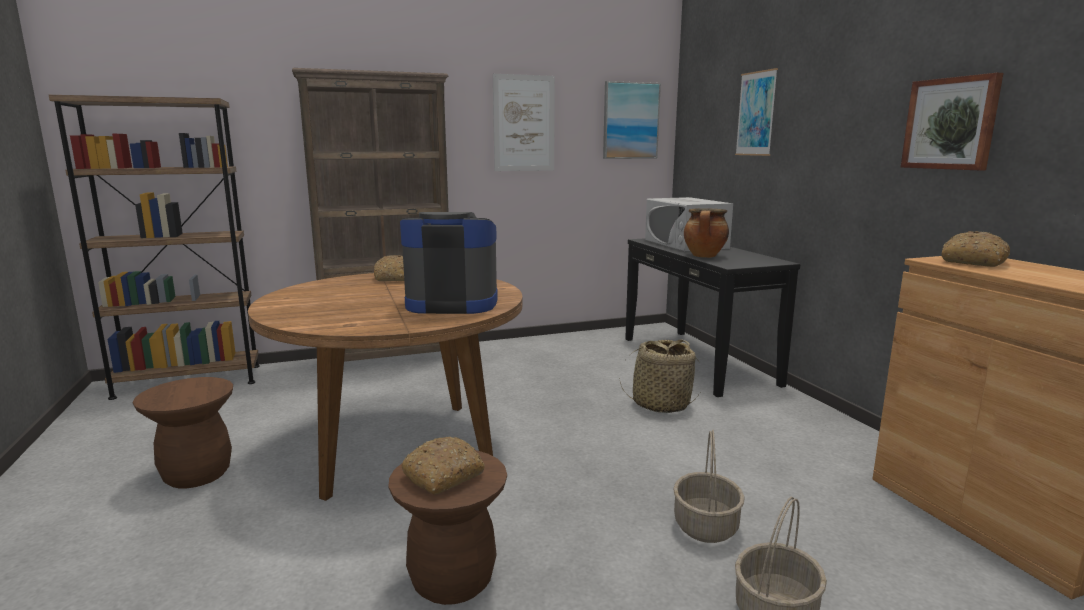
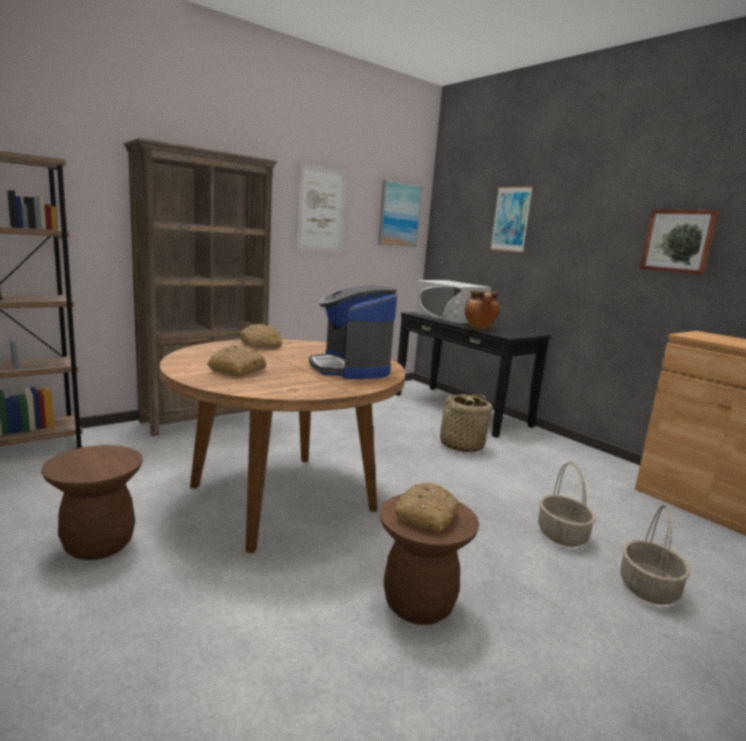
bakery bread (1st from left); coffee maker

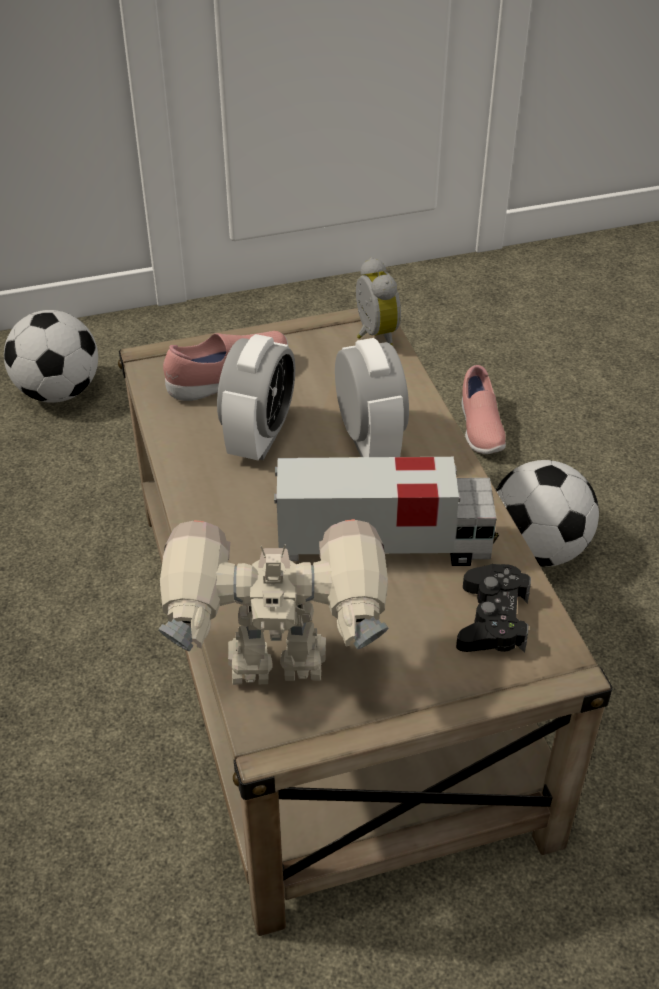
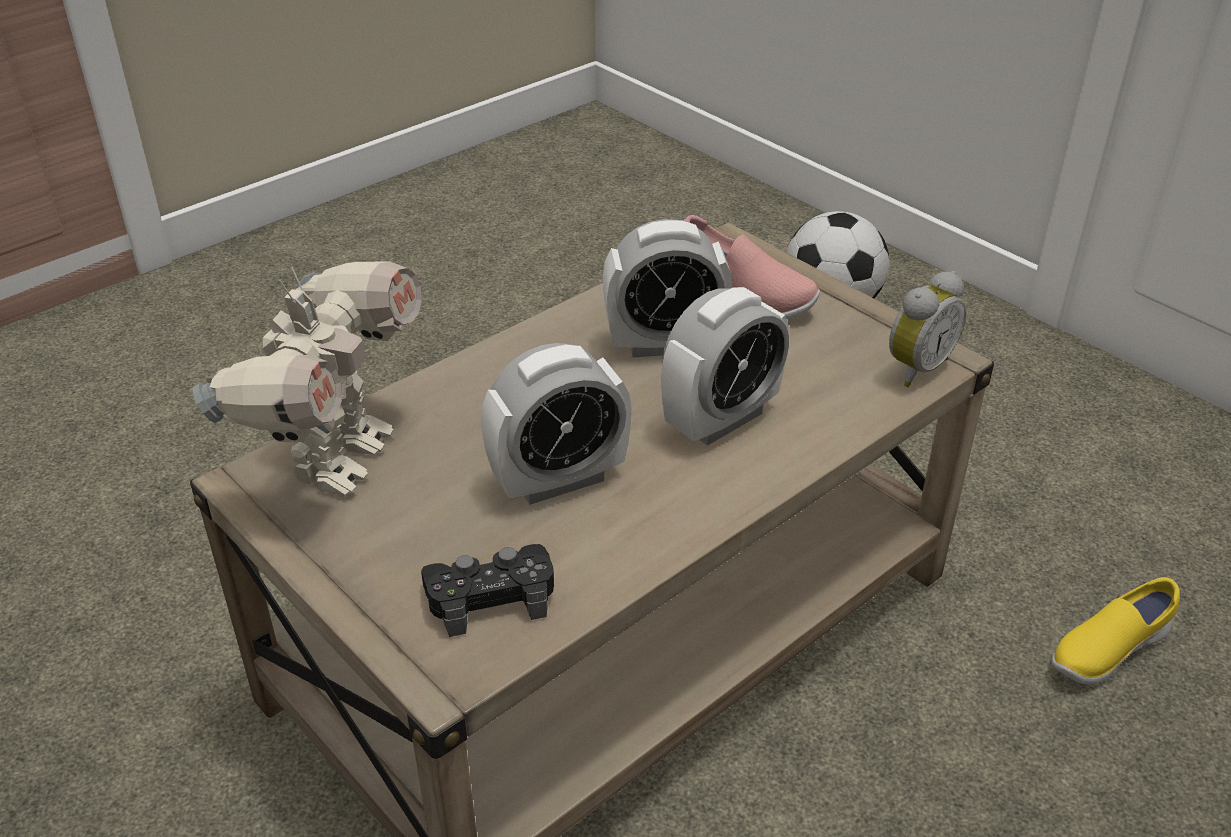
toy robot; table clock (1st from left); yellowish shoe; football ball (2nd from left in the first image)

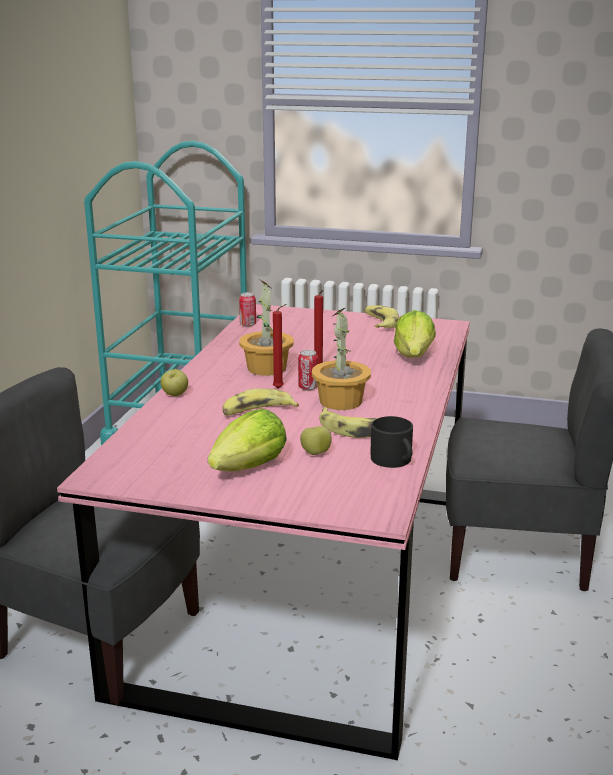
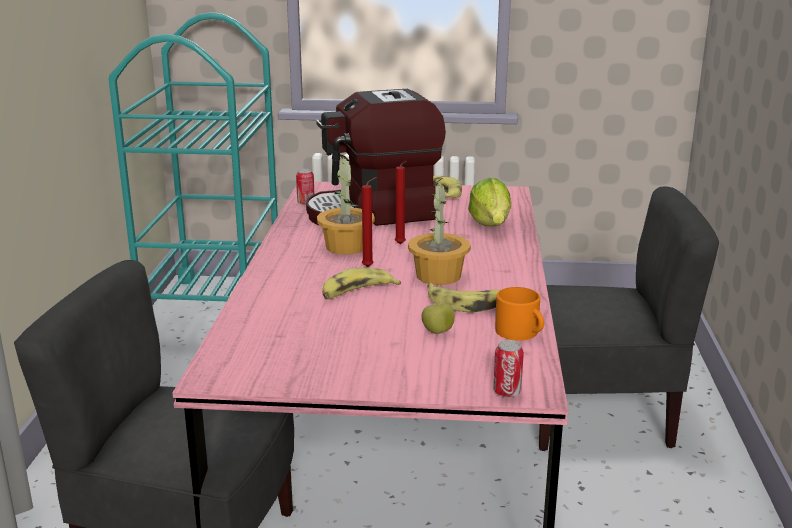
coffee maker; metal can (2nd from left); orange-coloured tea mug; whole apple (1st from left in the first image); head of lettuce (1st from left in the first image)

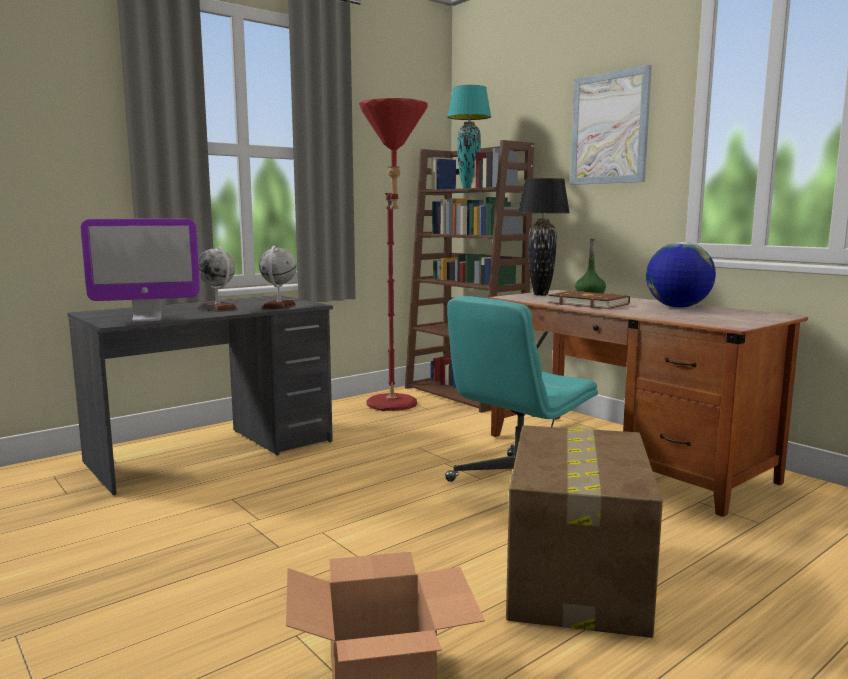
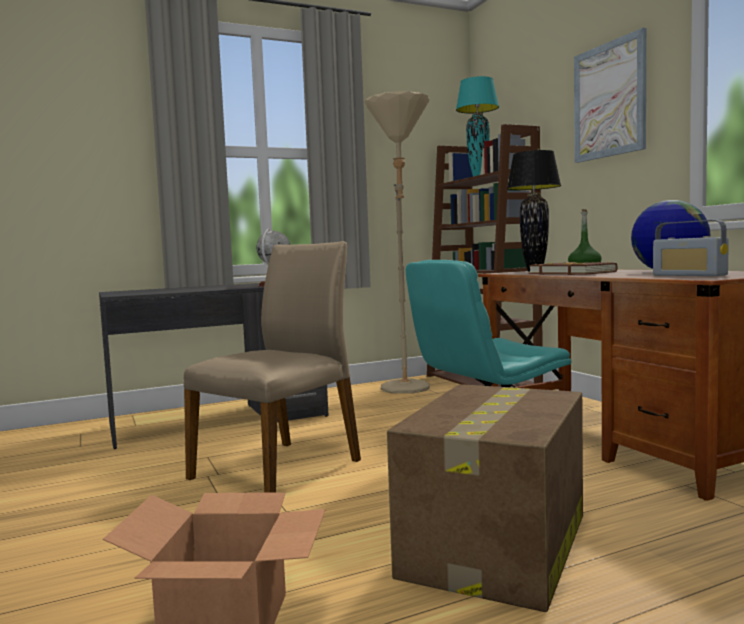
beige-coloured chair; beige-coloured standard lamp; radio set; computer display; world globe (1st from left in the first image)

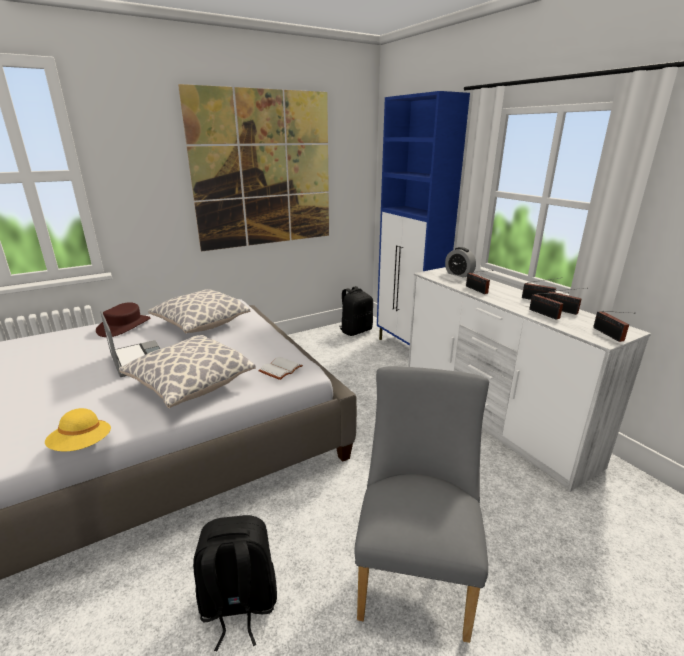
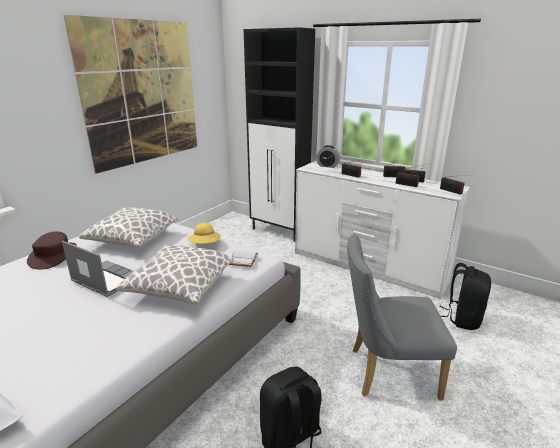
yellowish wearable hat; blackish cupboard; gray chair; blackish backpack (2nd from left)

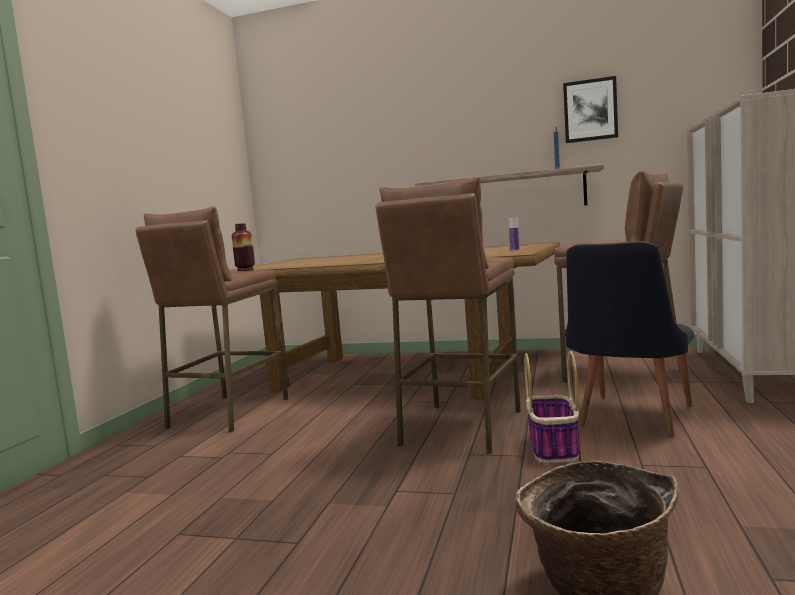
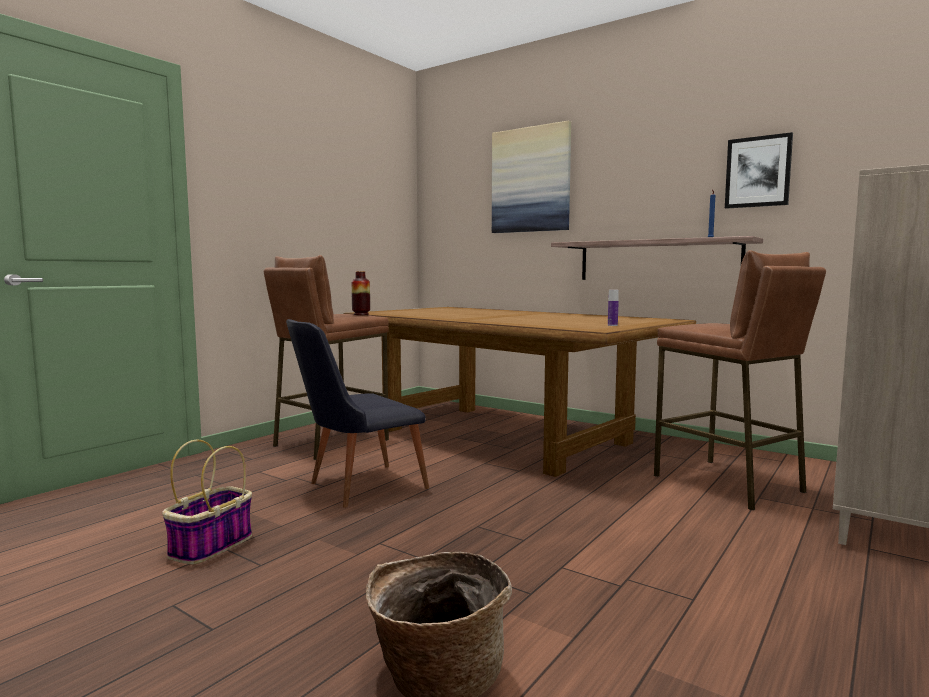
basket (1st from left); blackish chair; picture (1st from left); brownish sitting stool (2nd from left in the first image)

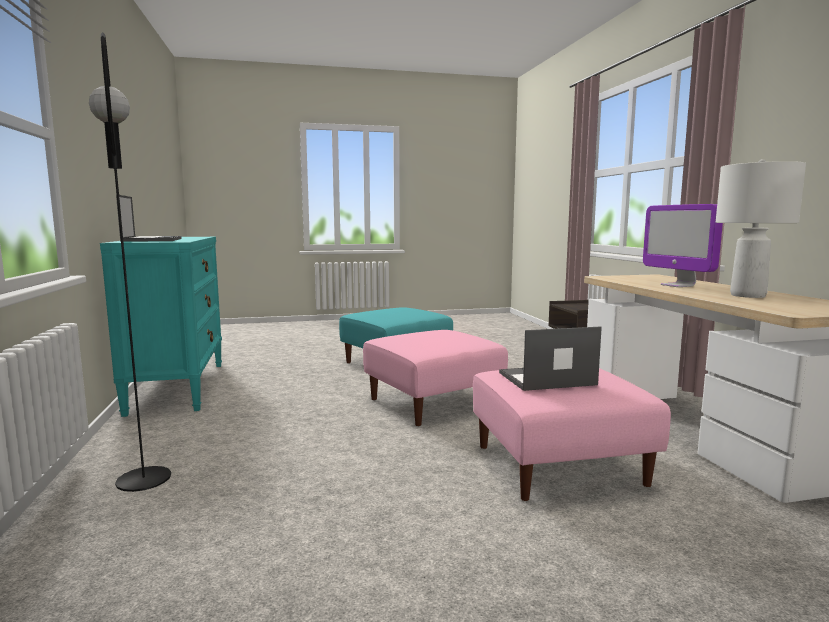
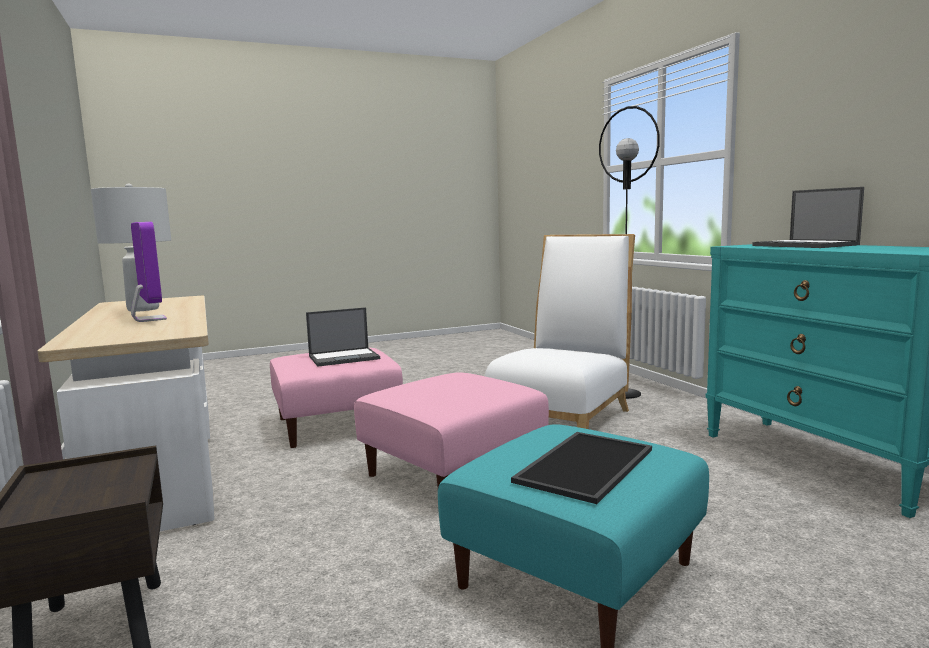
white chair; carrying tray

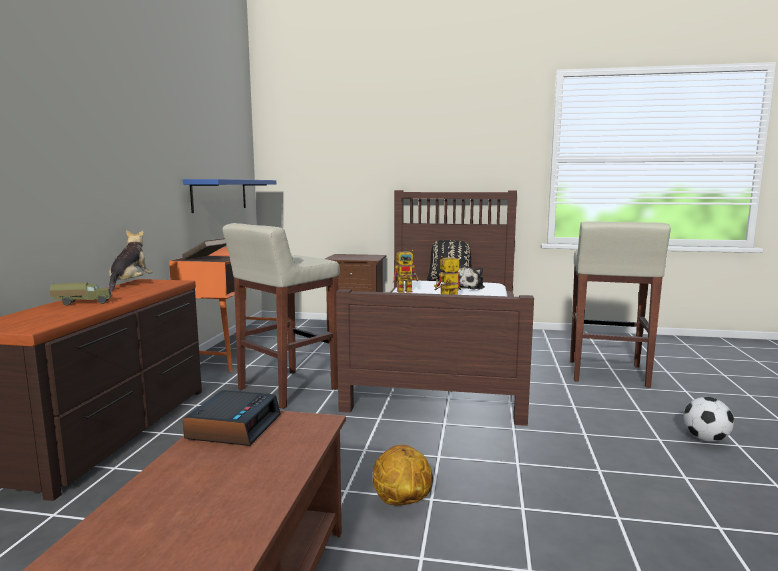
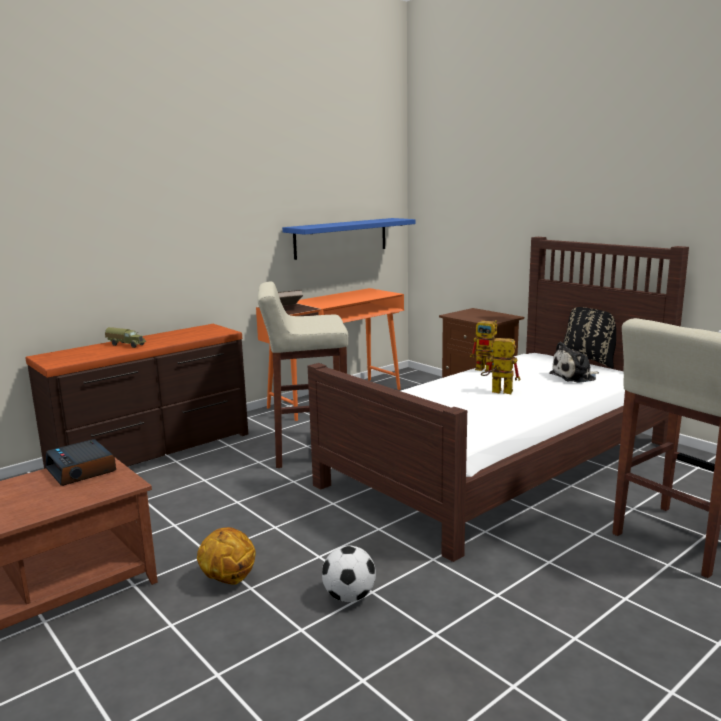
table clock; football ball; cuddly toy (1st from left in the first image)

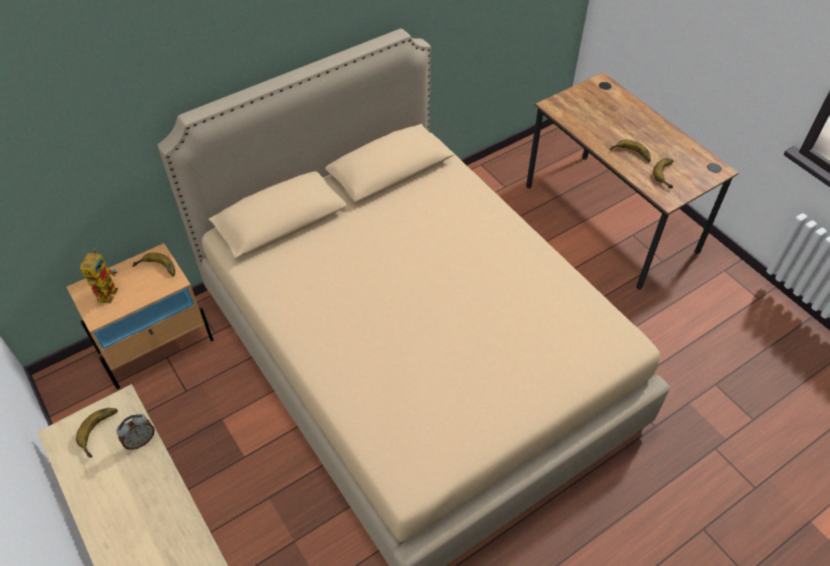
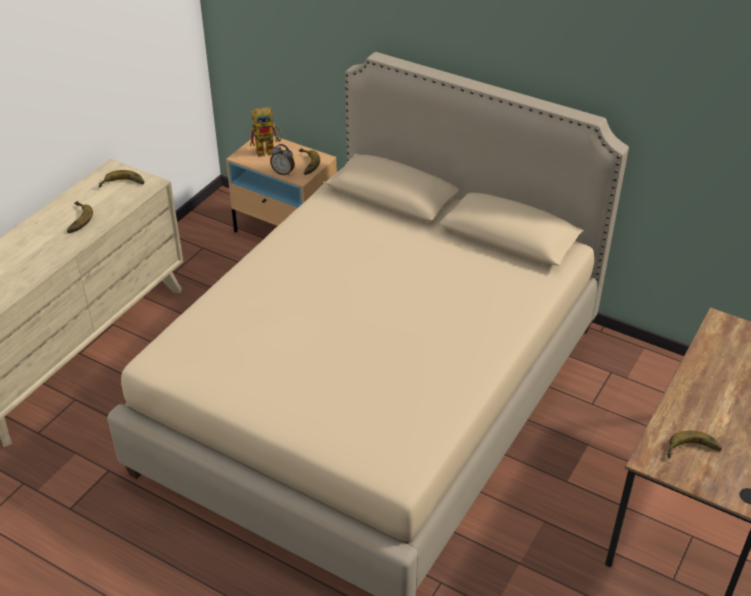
whole banana (1st from left); table clock

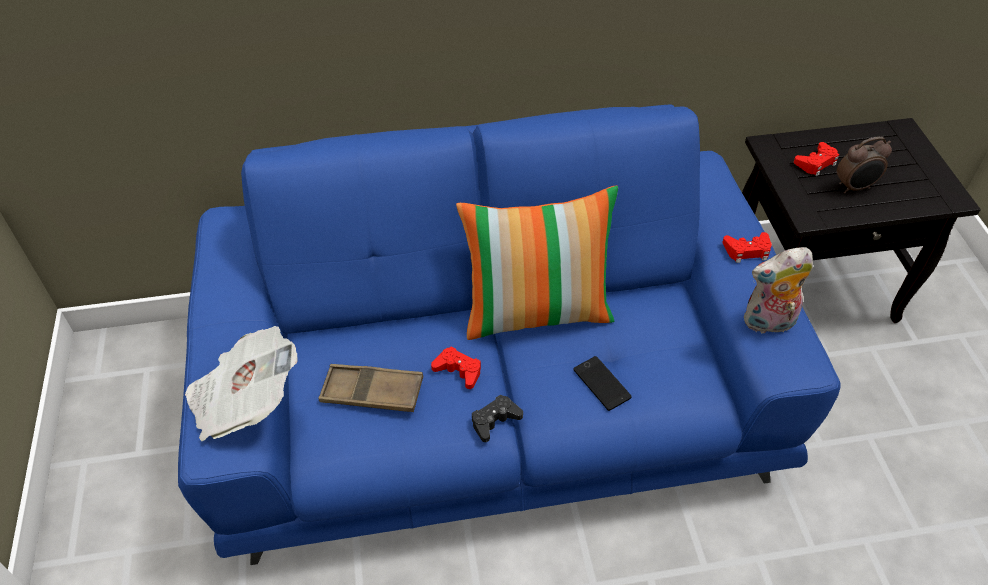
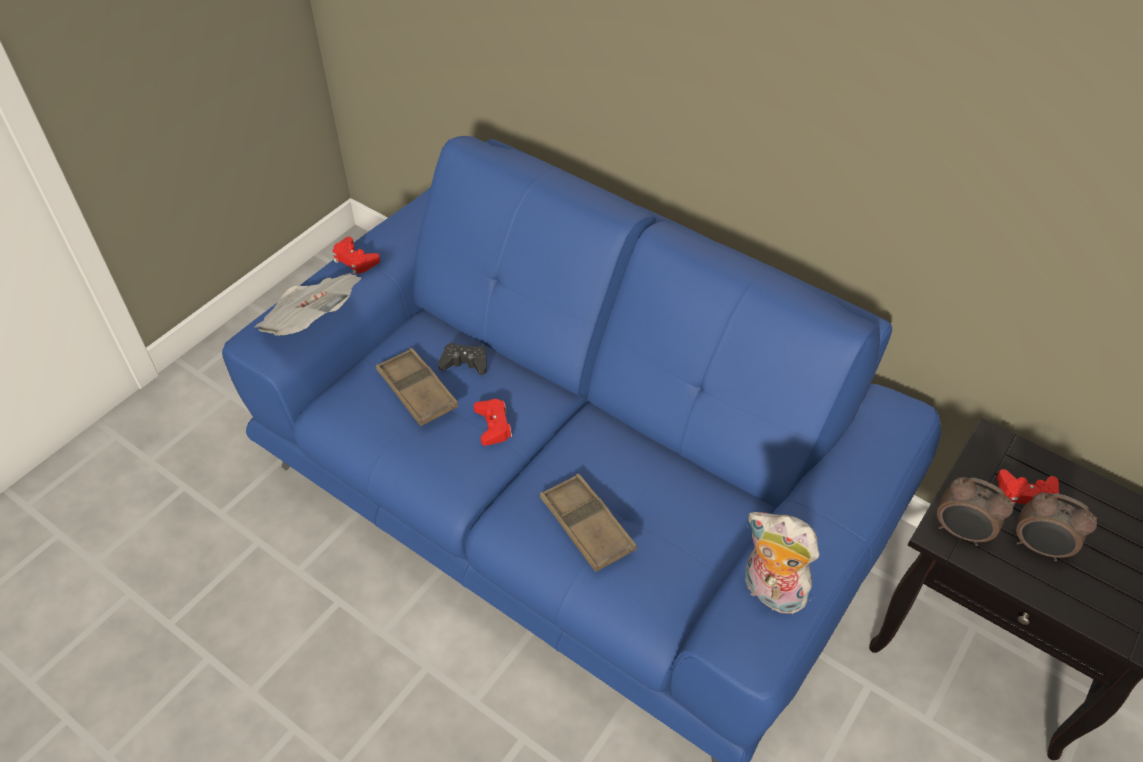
red-coloured joypad (1st from left); blackish joypad; brownish carrying tray (2nd from left); table clock (1st from left); throw pillow

